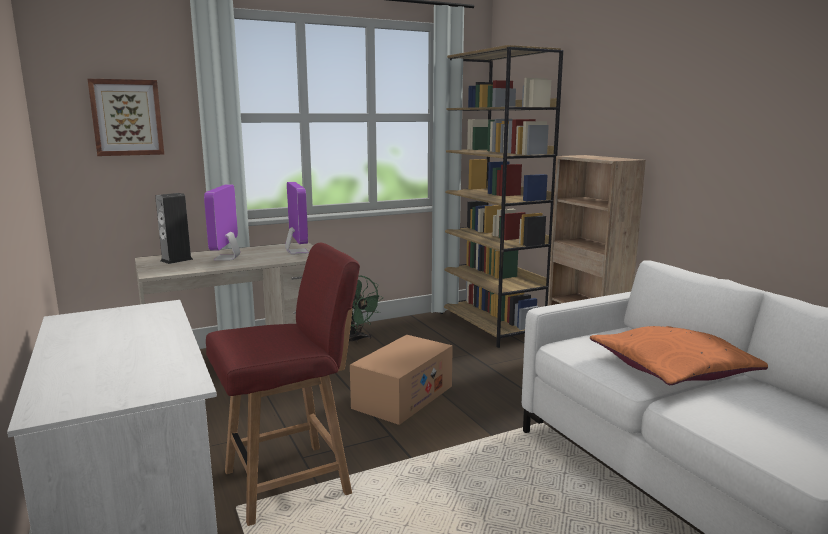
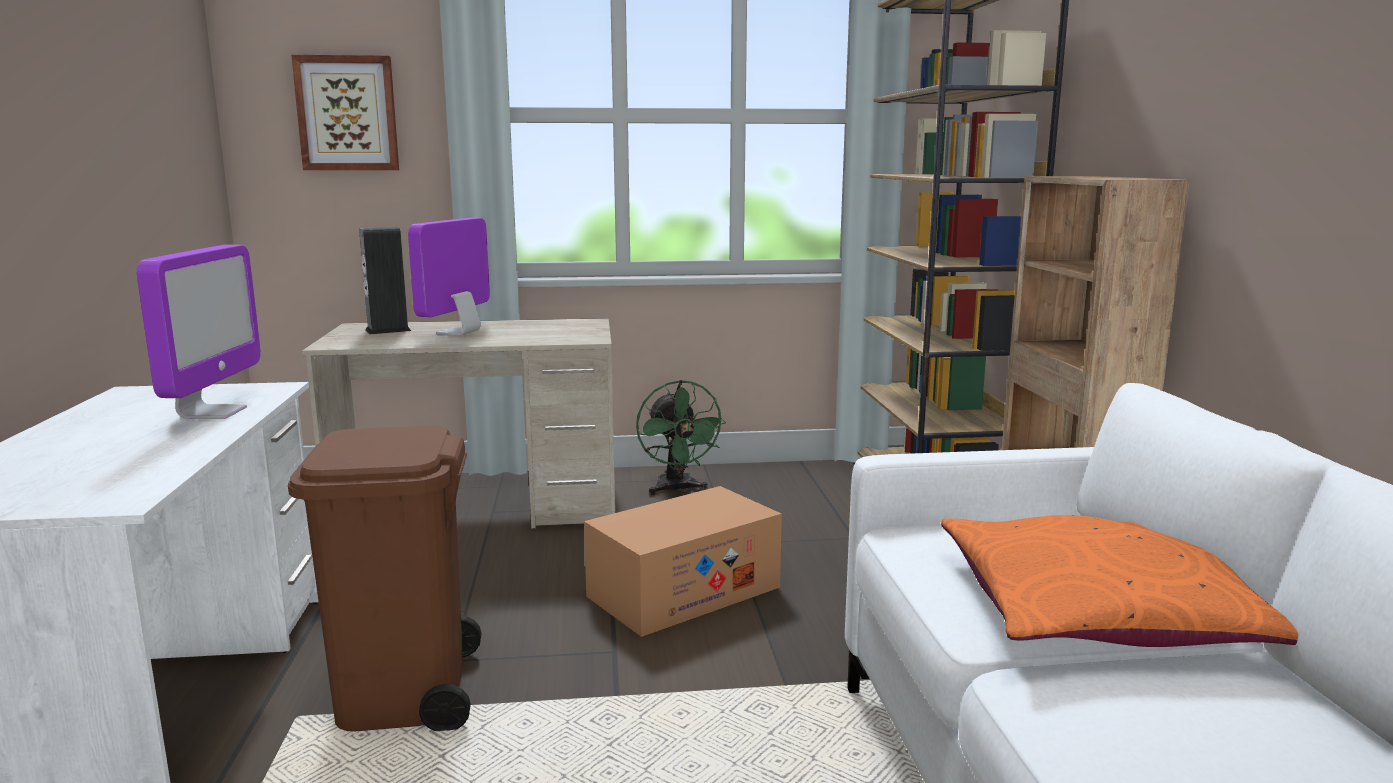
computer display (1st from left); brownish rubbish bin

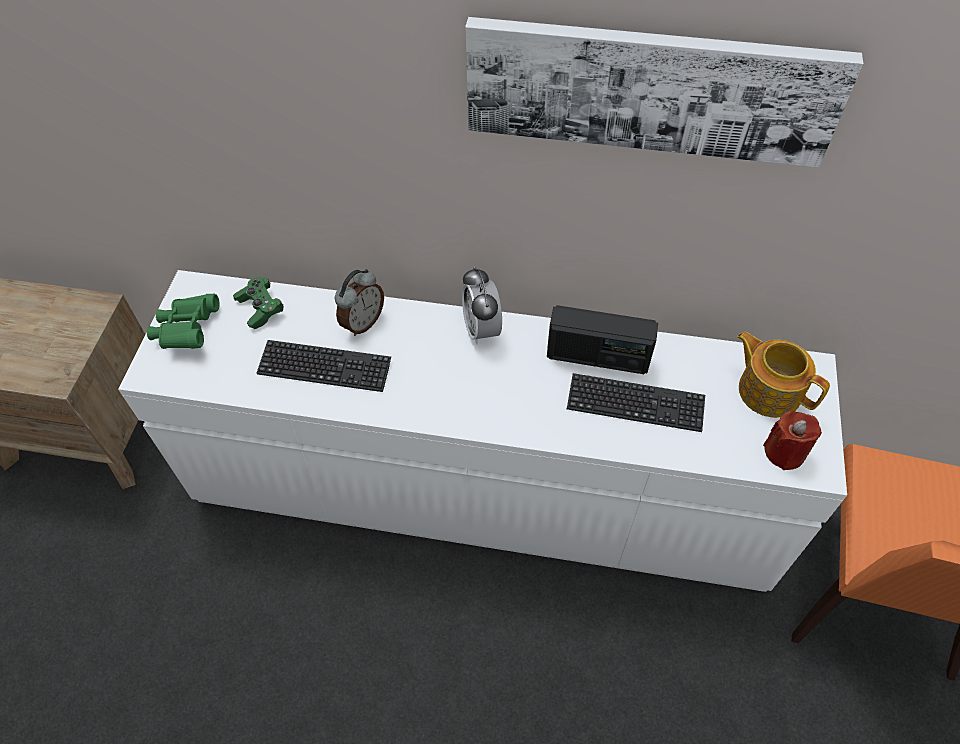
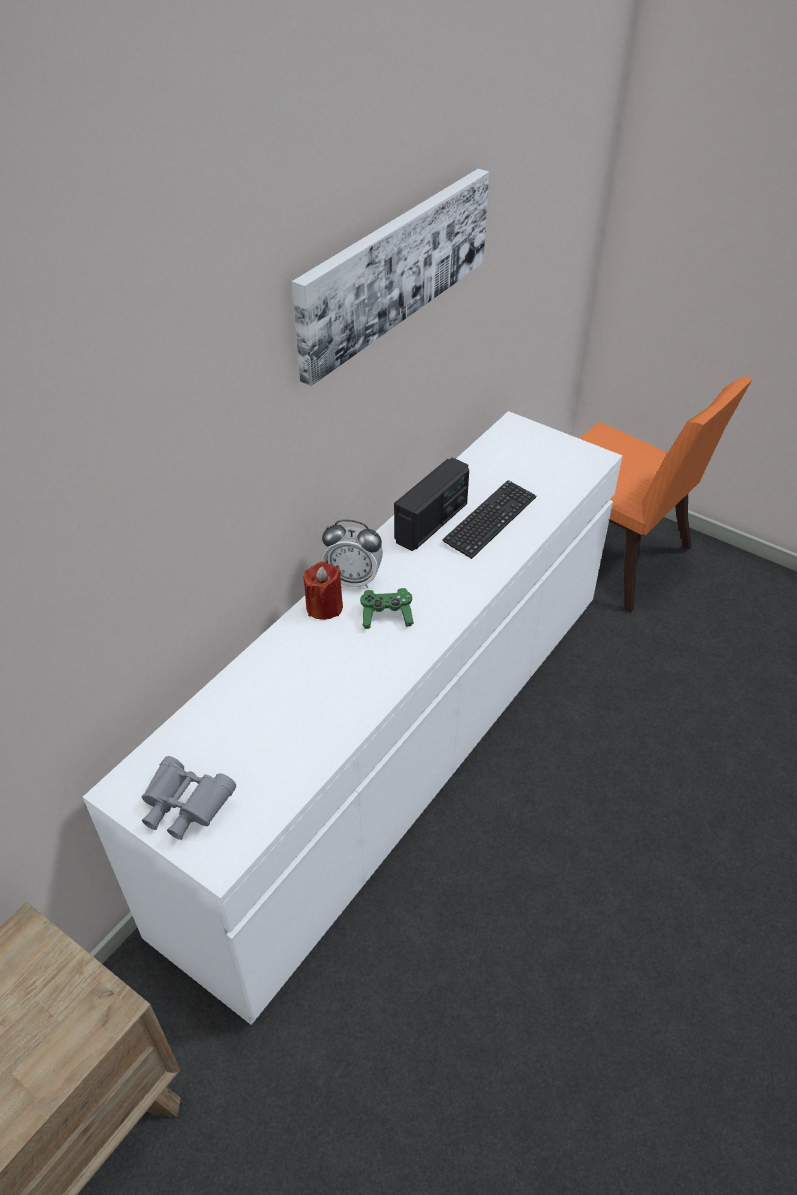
gray binoculars; red-coloured wax candle; green joypad; keyboard (1st from left in the first image); table clock (1st from left in the first image); tea pot

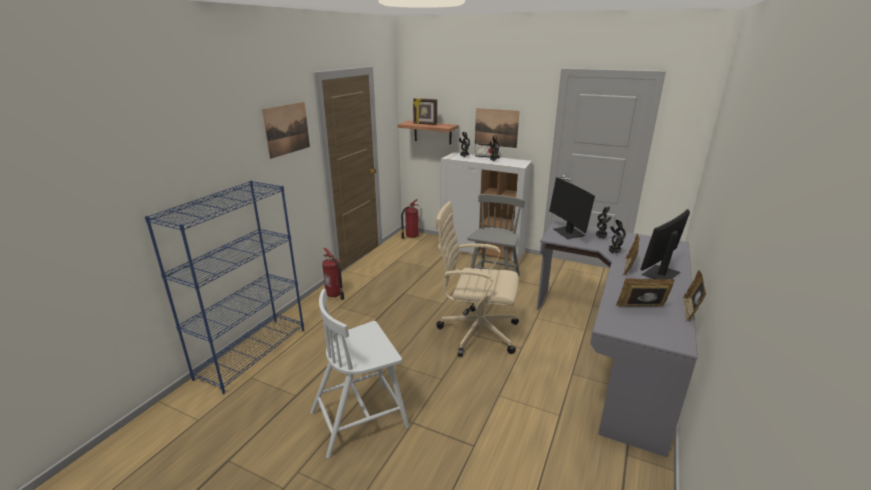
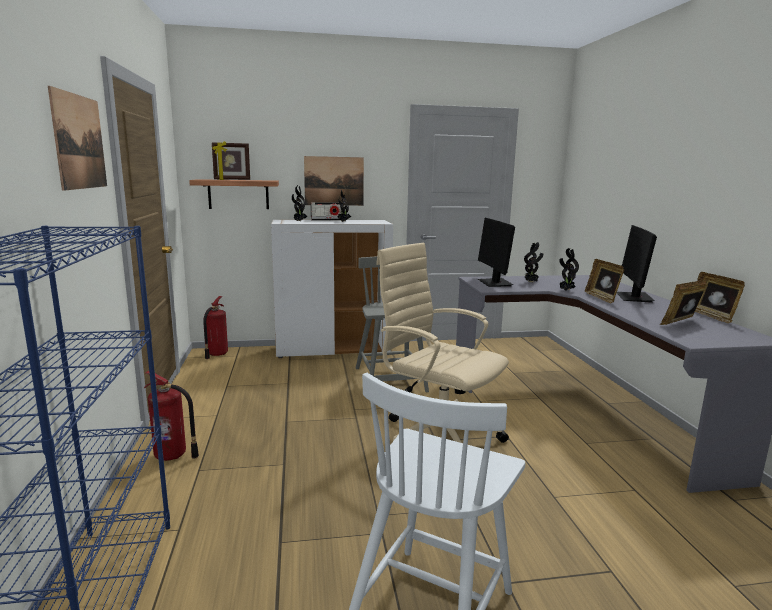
beige-coloured desk chair; computer display (1st from left)

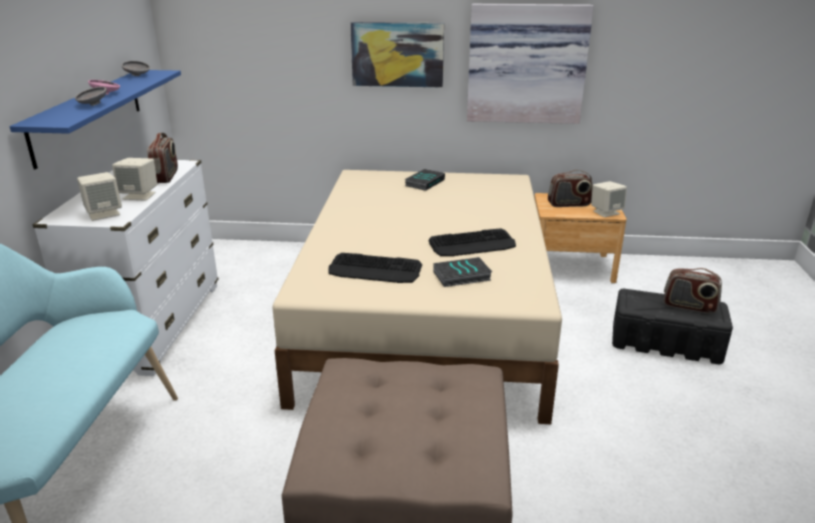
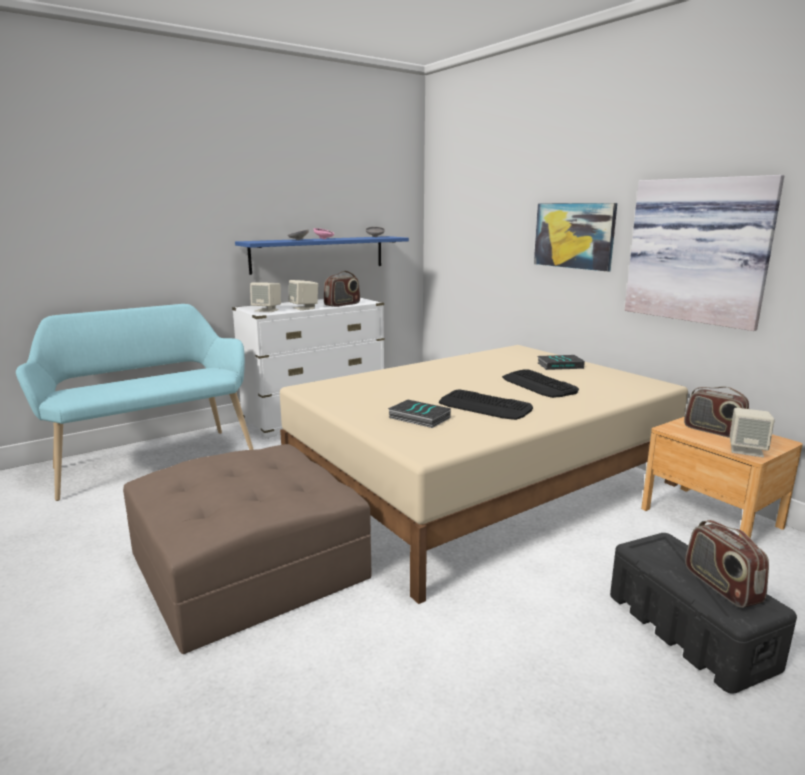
keyboard (2nd from left)

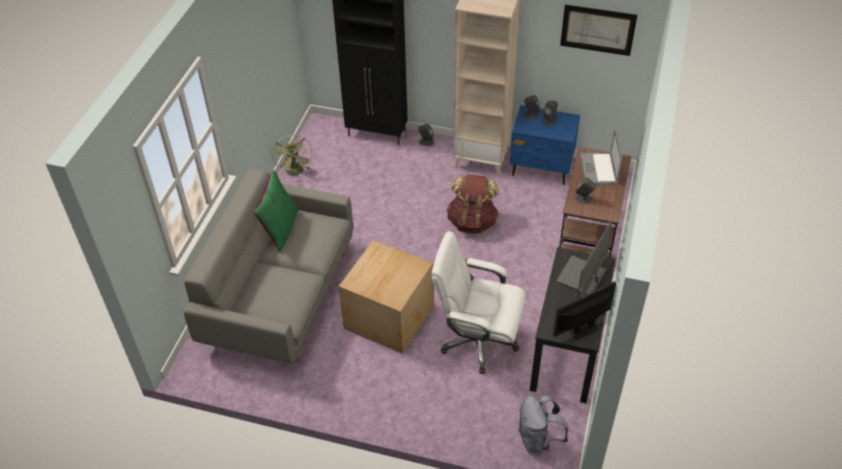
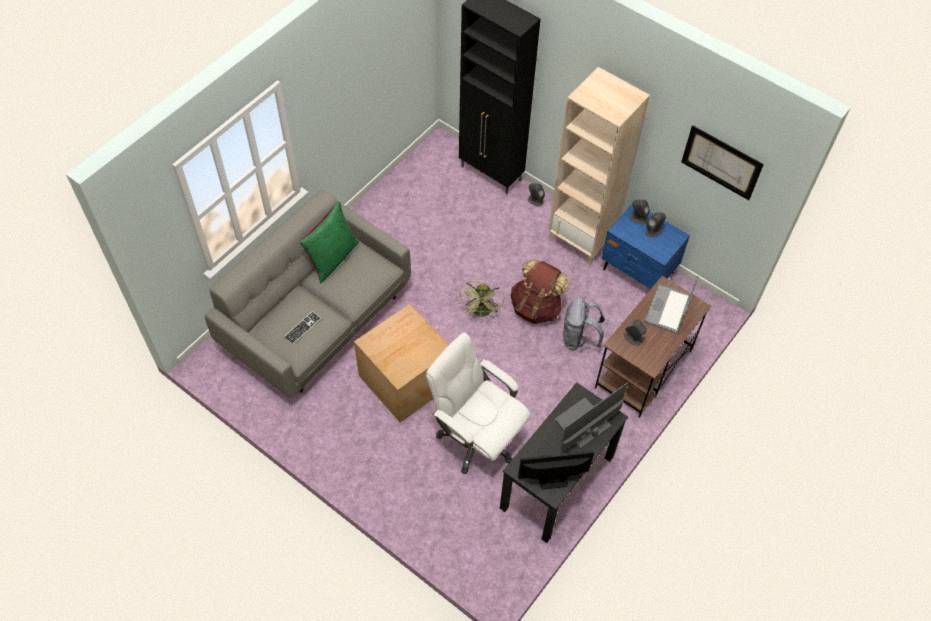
keyboard; green fan; gray backpack

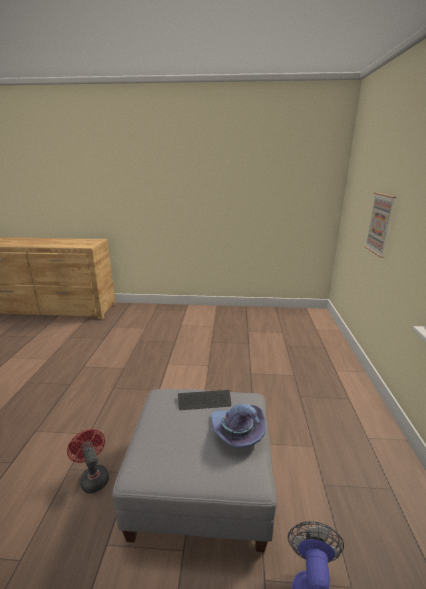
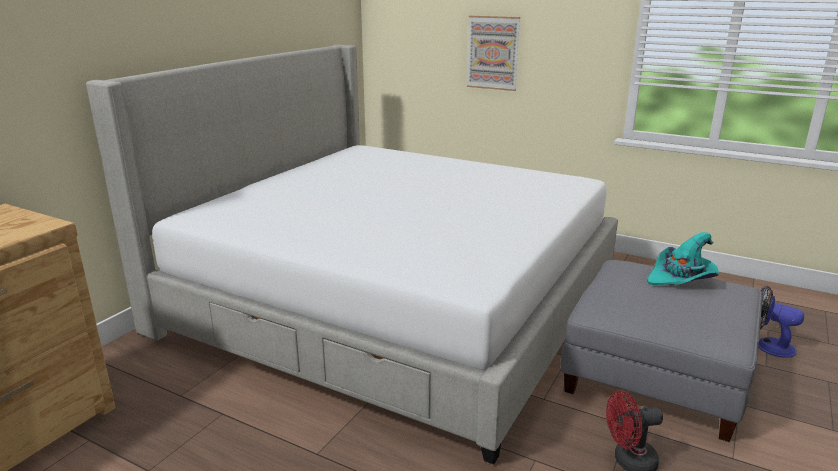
sleeping bed; blue-green wearable hat; keyboard

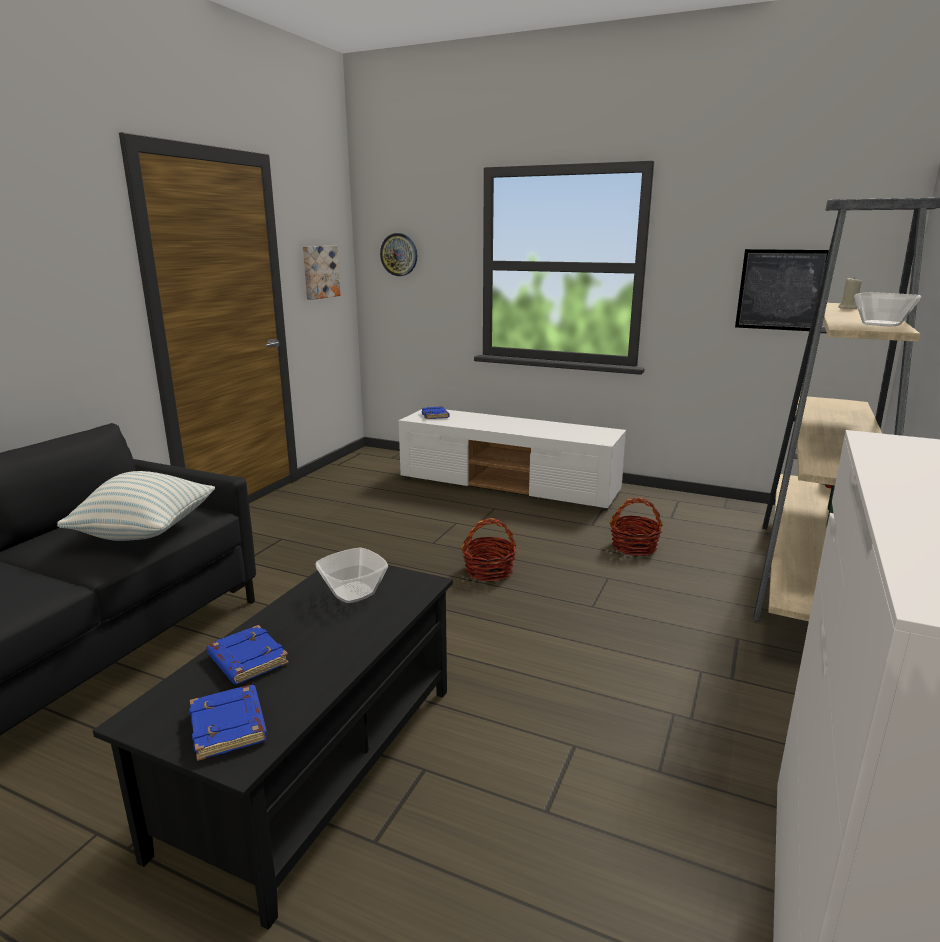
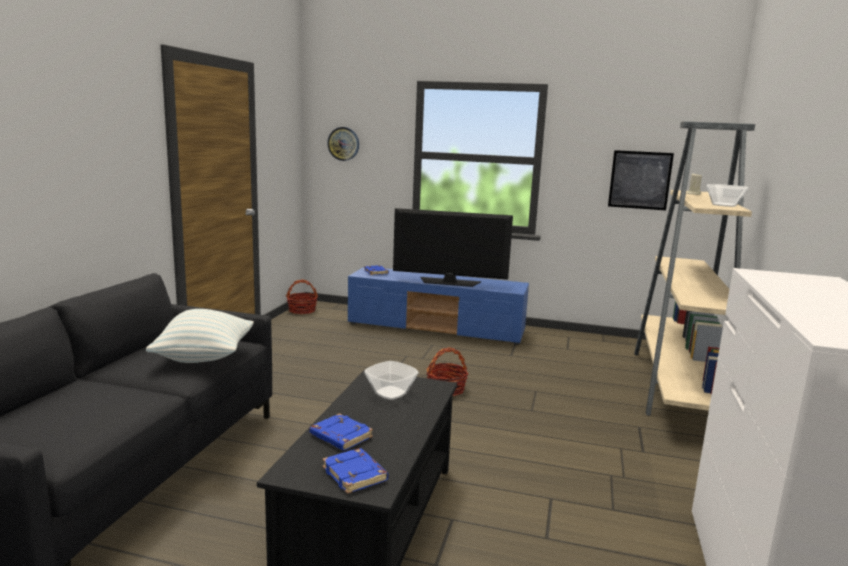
basket (1st from left); blue tv stand; television; picture (1st from left in the first image)

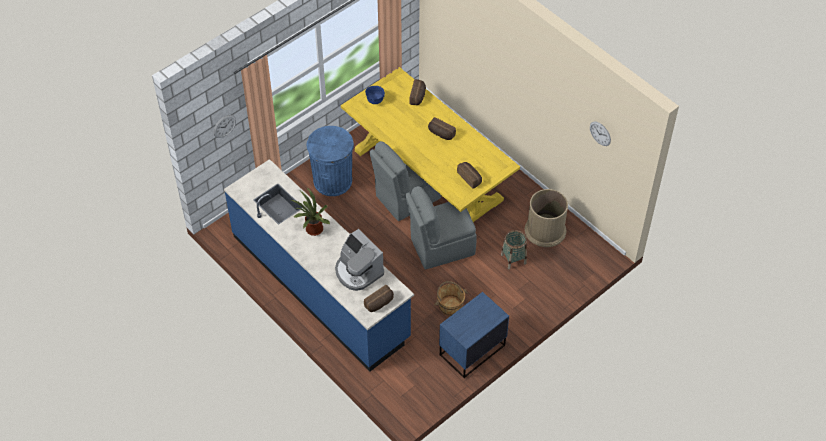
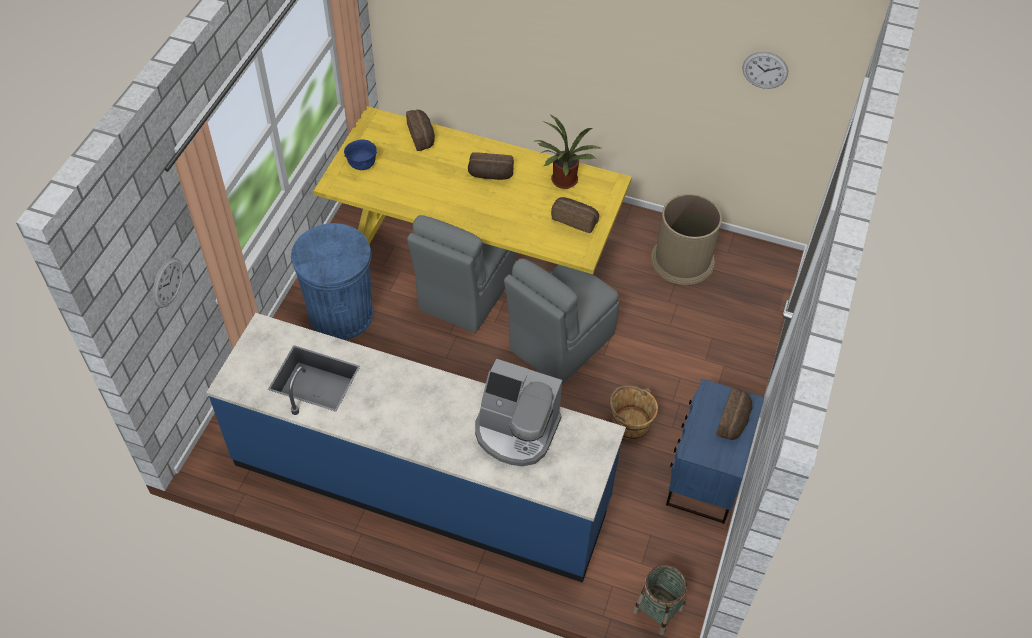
houseplant; basket; bakery bread (4th from left)

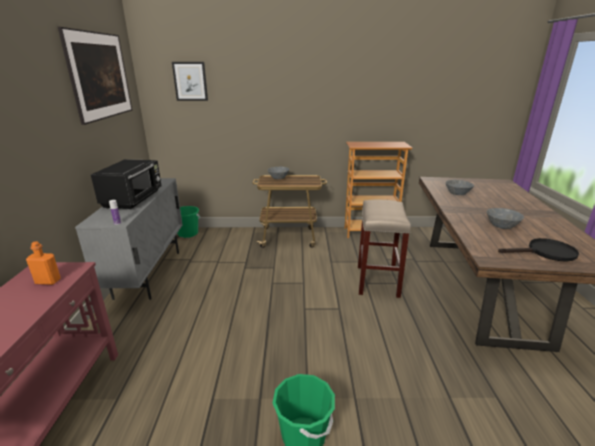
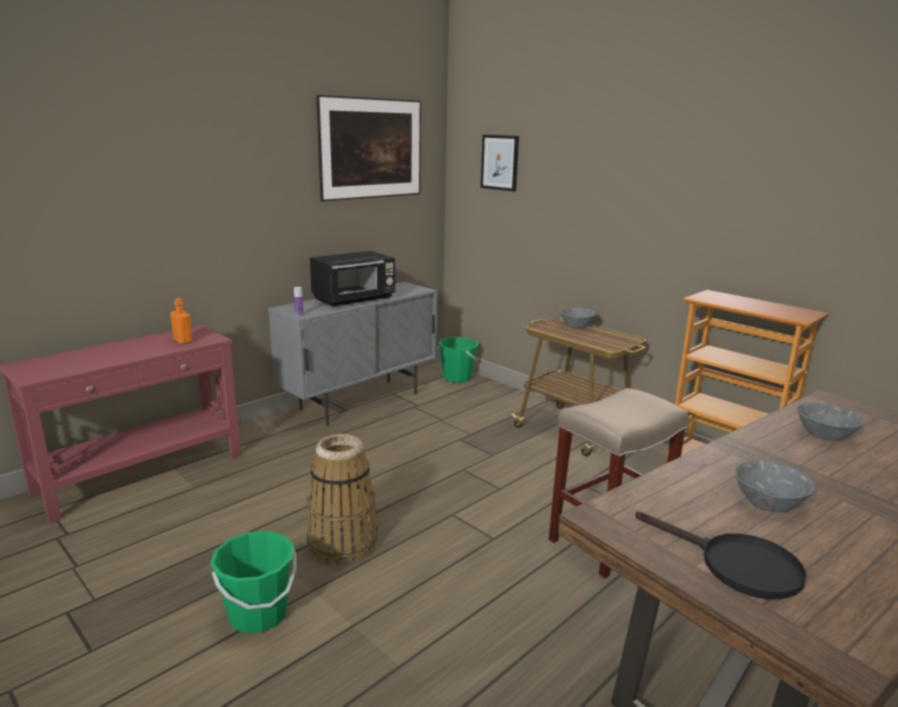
basket

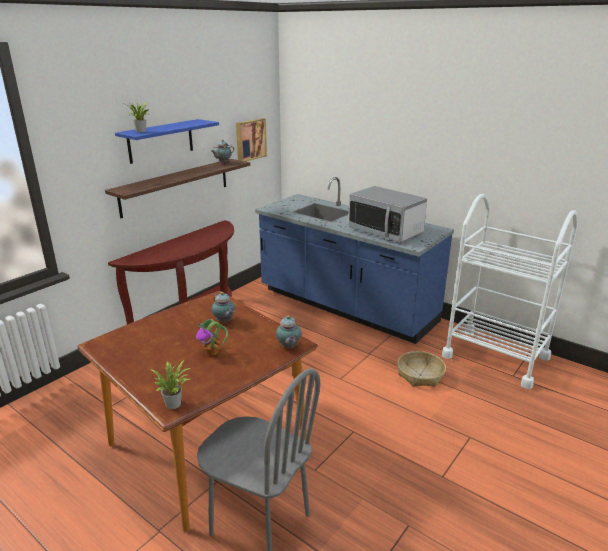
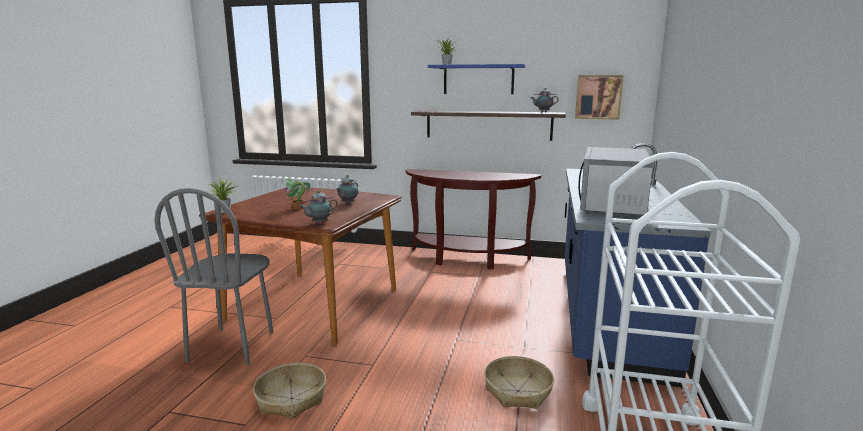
basket (1st from left)

